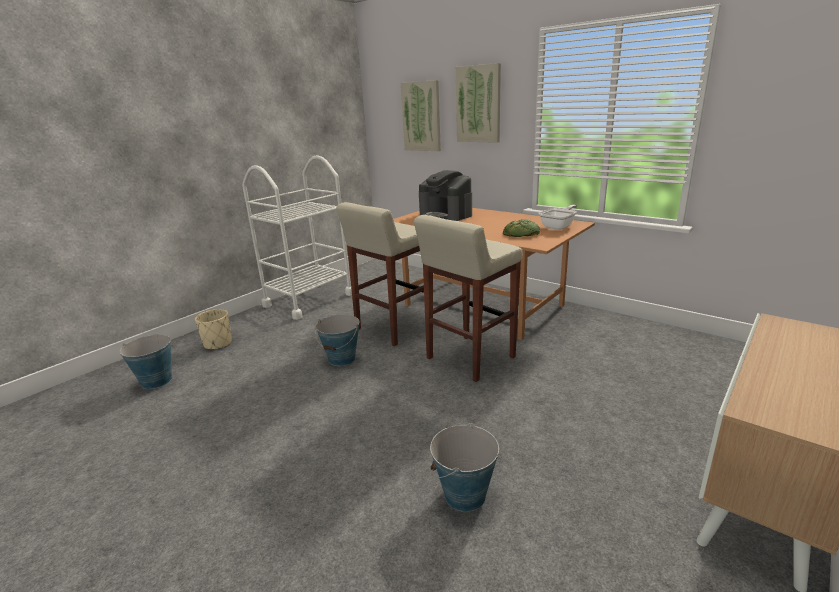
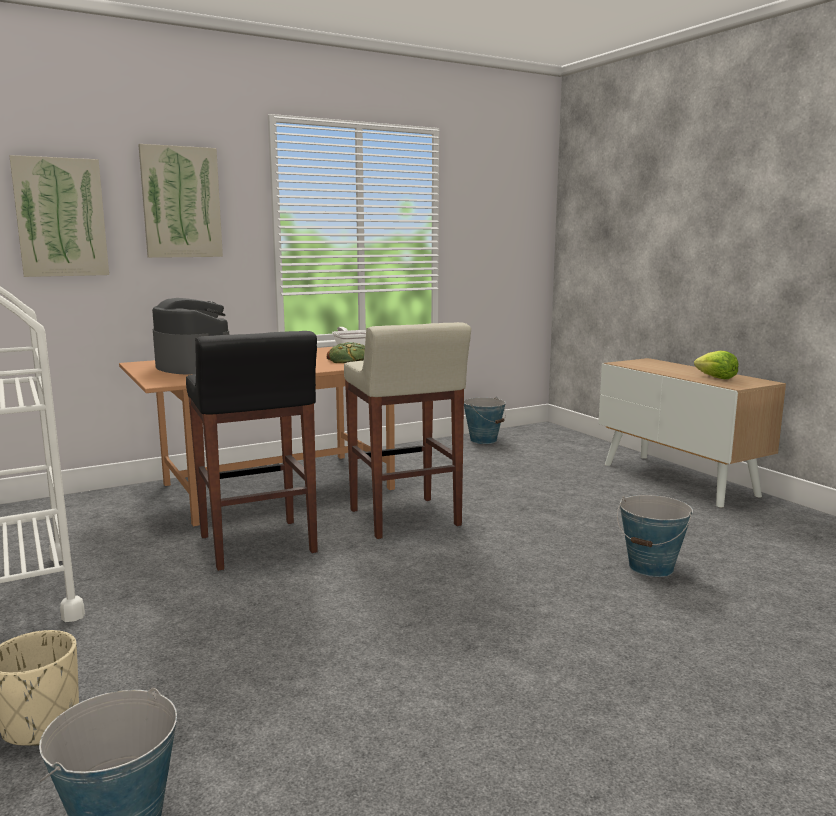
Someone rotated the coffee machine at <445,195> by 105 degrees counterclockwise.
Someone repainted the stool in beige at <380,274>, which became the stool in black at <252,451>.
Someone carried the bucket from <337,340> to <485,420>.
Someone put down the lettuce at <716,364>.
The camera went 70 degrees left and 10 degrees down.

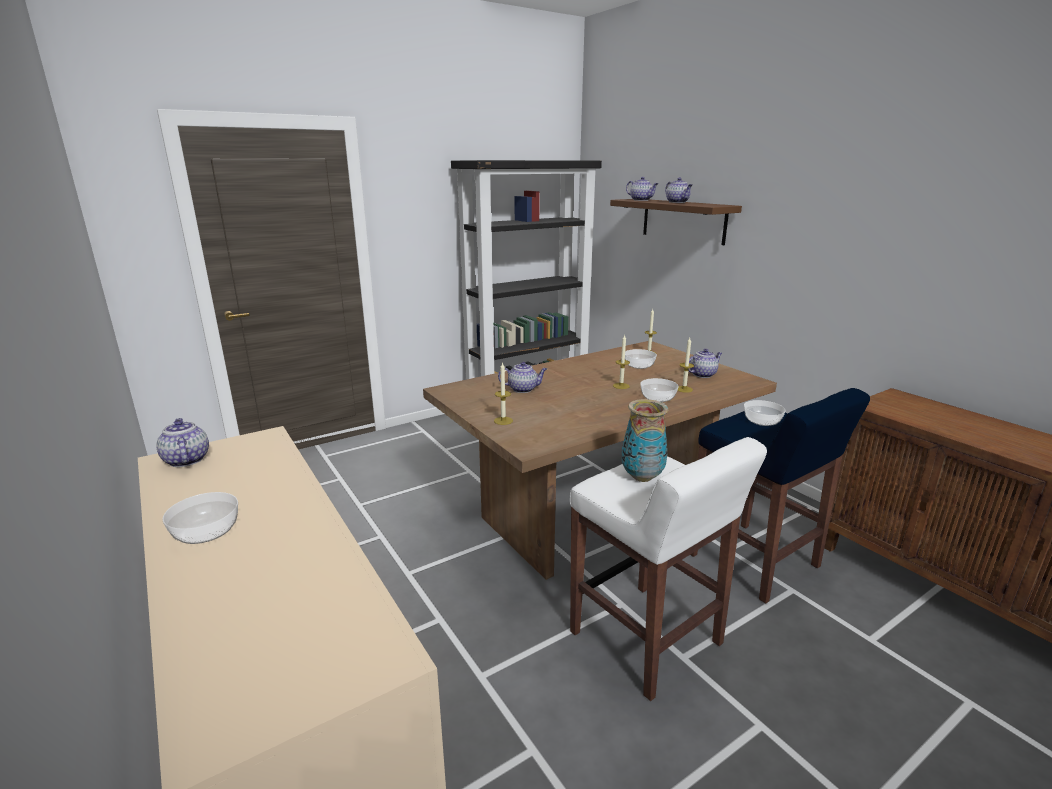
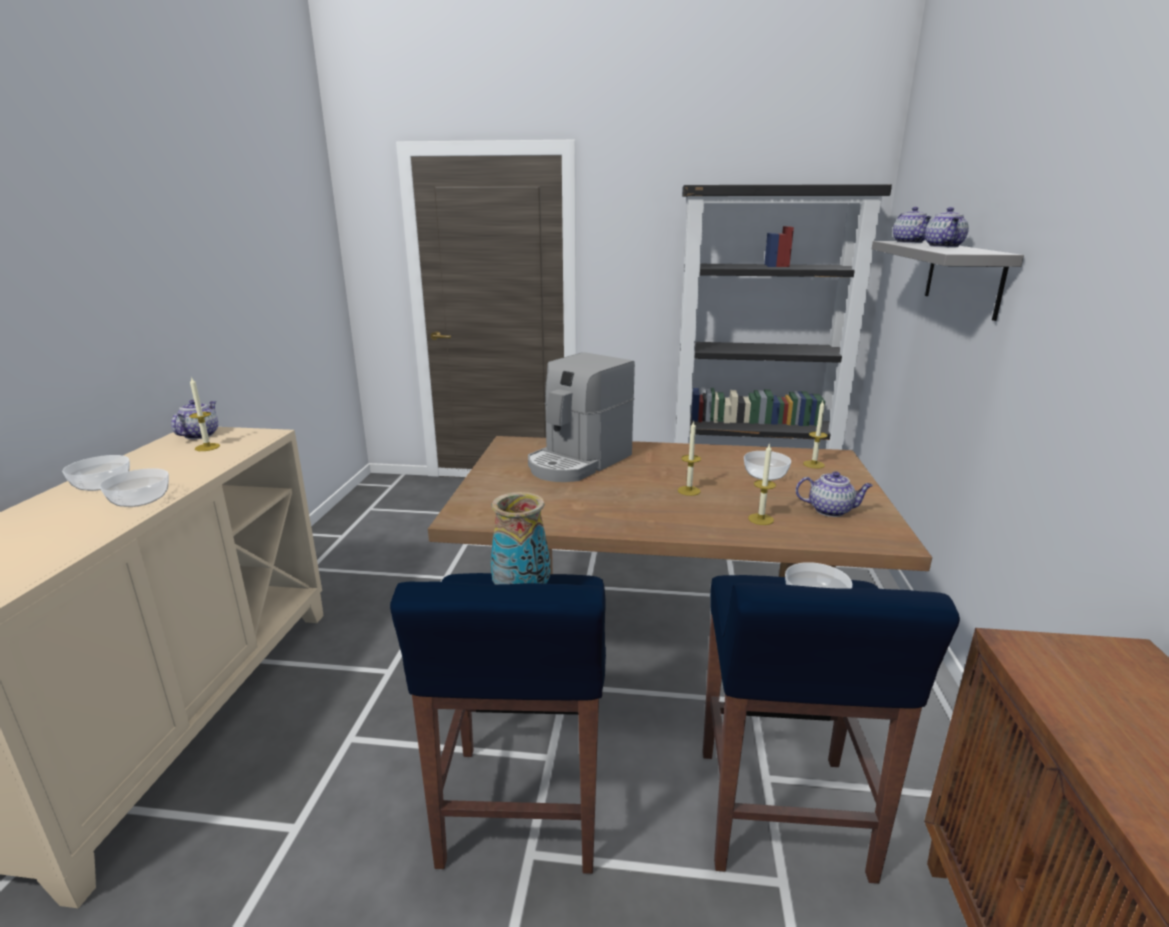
Someone carried the bowl from <659,390> to <134,487>.
Someone carried the candle from <503,393> to <204,414>.
Someone repainted the stool in white at <668,569>, which became the stool in blue at <498,723>.
Someone swapped the teapot at <522,377> for the coffee machine at <581,417>.
Someone repainted the shelf in brown at <676,222>, which became the shelf in grey at <948,281>.
The camera went 40 degrees right and 0 degrees up.

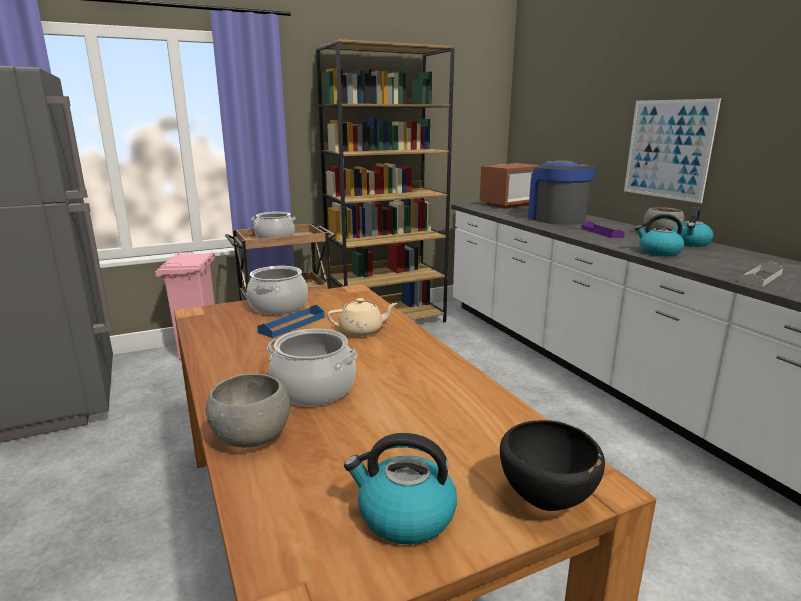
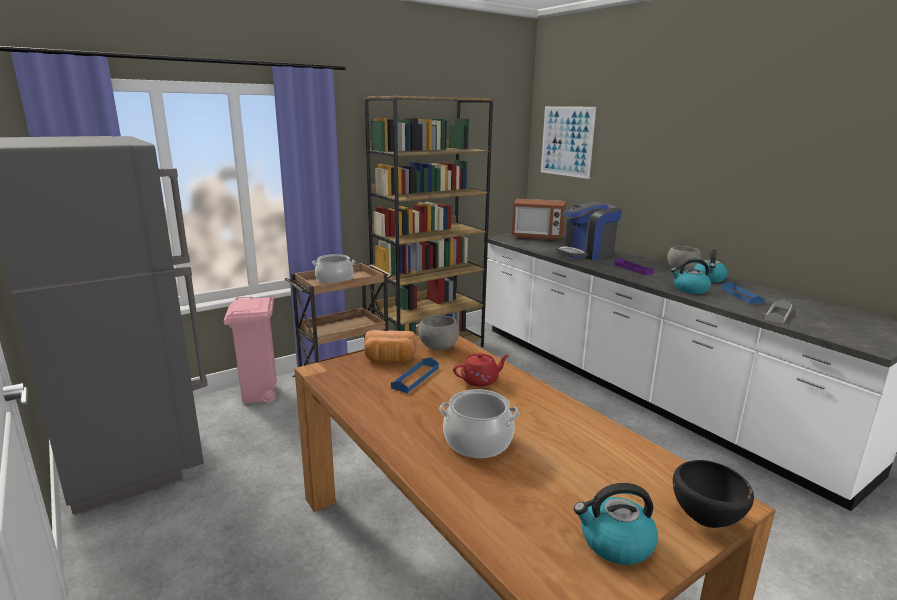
Someone swapped the cooking pot at <277,290> for the bread at <390,346>.
Someone carried the bowl in grey from <248,410> to <438,332>.
Someone repainted the teapot in beige at <362,317>, which became the teapot in red at <481,370>.
Someone rotated the microwave at <510,185> by 60 degrees clockwise.
Someone carried the picture from <672,150> to <568,142>.
Someone rotated the coffee machine at <561,192> by 90 degrees counterclockwise.
Someone put down the tray in blue at <743,292>.
The camera went 10 degrees left and 0 degrees up.

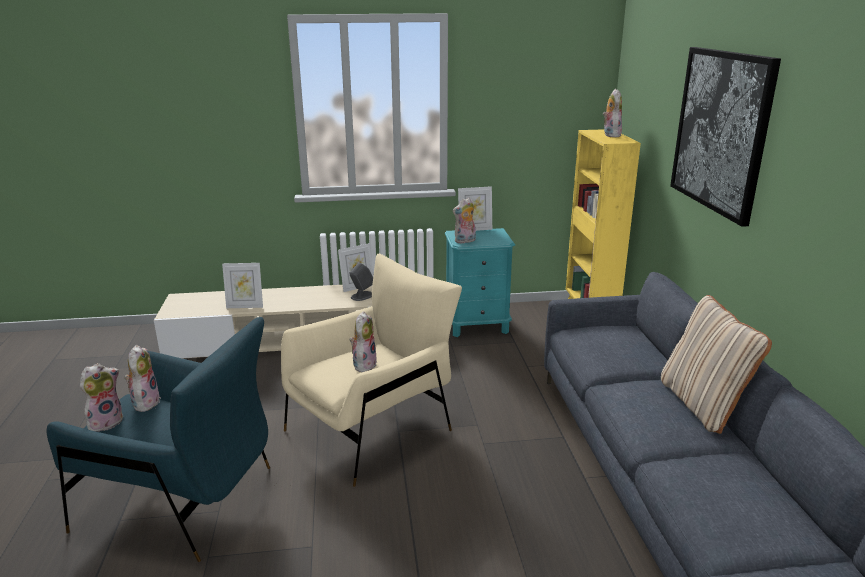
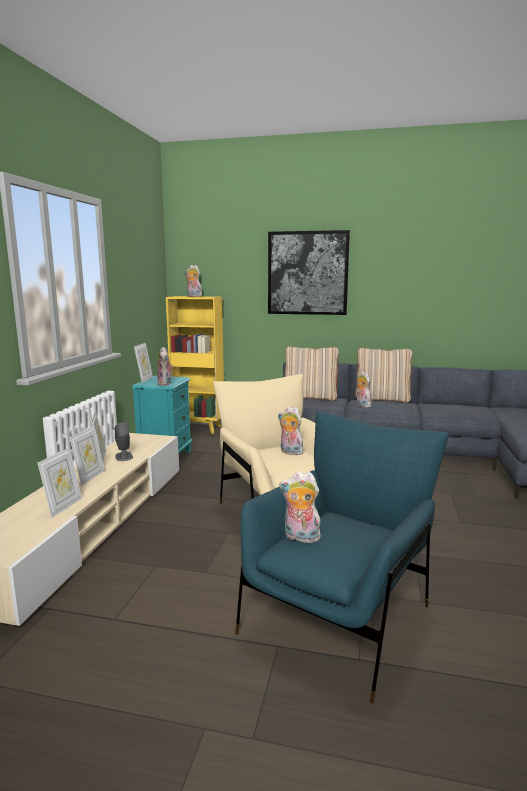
Someone put down the picture frame at <87,456>.
Someone put down the pillow in beige at <312,373>.
Someone carried the plush toy from <101,397> to <364,389>.
The camera went 70 degrees left and 10 degrees down.

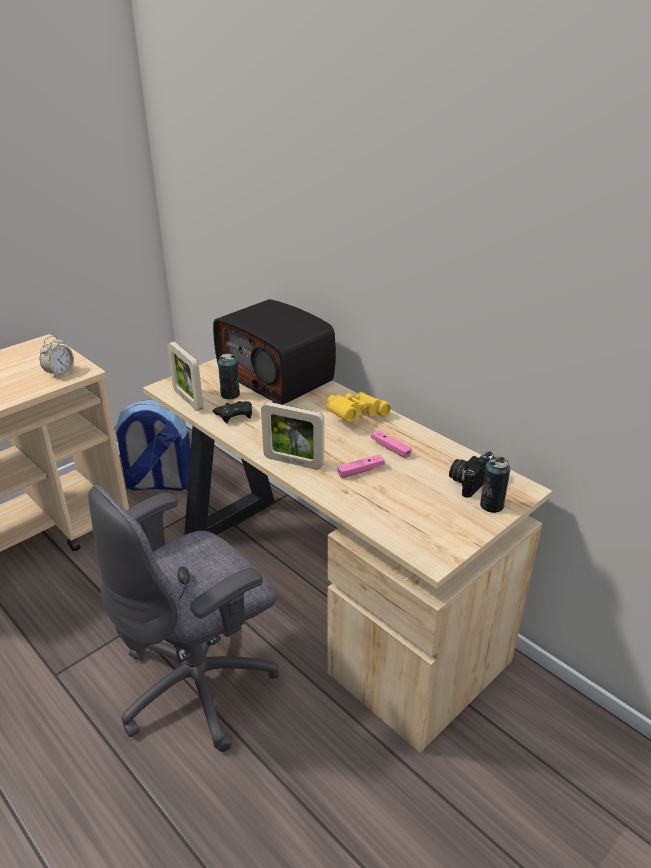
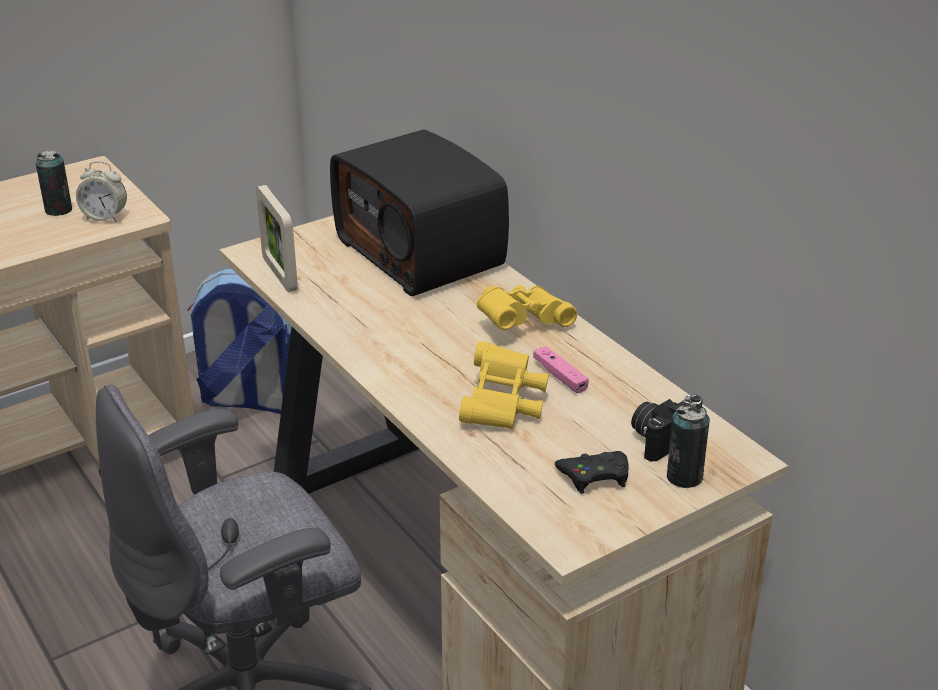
Someone carried the can from <229,376> to <54,183>.
Someone rotated the alarm clock at <57,356> by 60 degrees clockwise.
Someone swapped the game controller in pink at <361,466> for the binoculars in yellow at <504,385>.
Someone carried the game controller in black from <232,412> to <591,472>.
Someone took away the picture frame at <292,436>.
The camera went 10 degrees right and 0 degrees up.

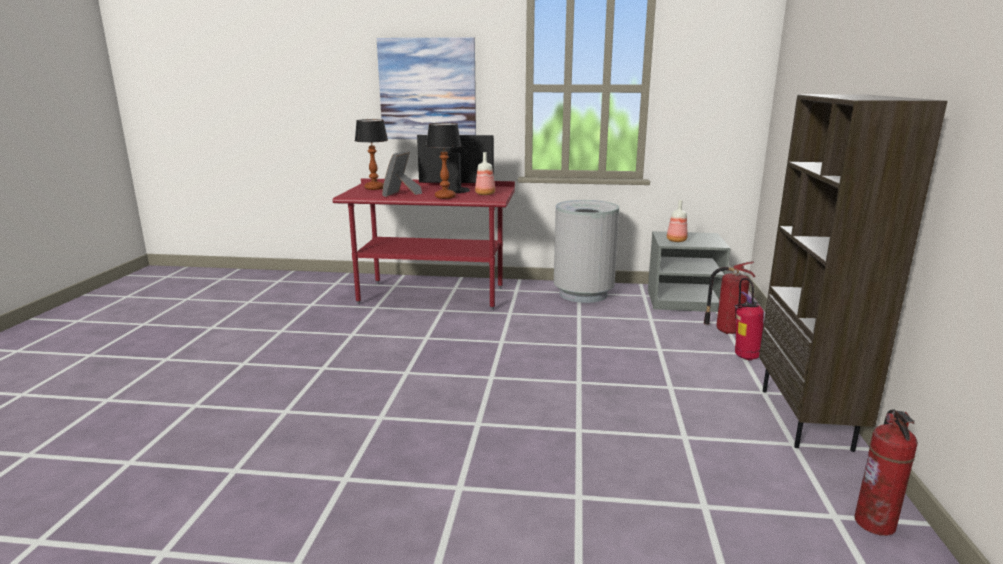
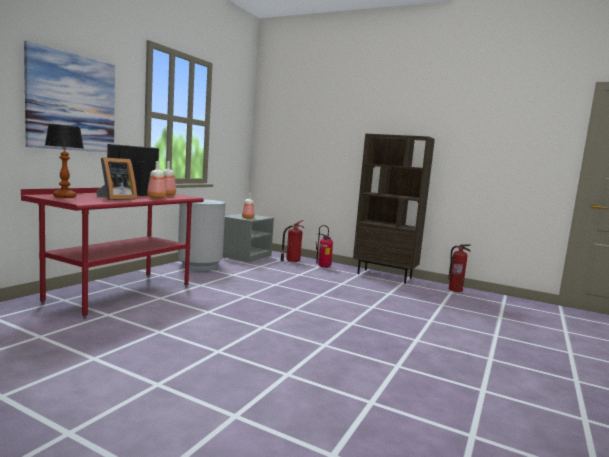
Someone rotated the picture frame at <402,174> by 90 degrees counterclockwise.
Someone swapped the table lamp at <444,161> for the bottle at <156,180>.
The camera went 70 degrees left and 10 degrees down.

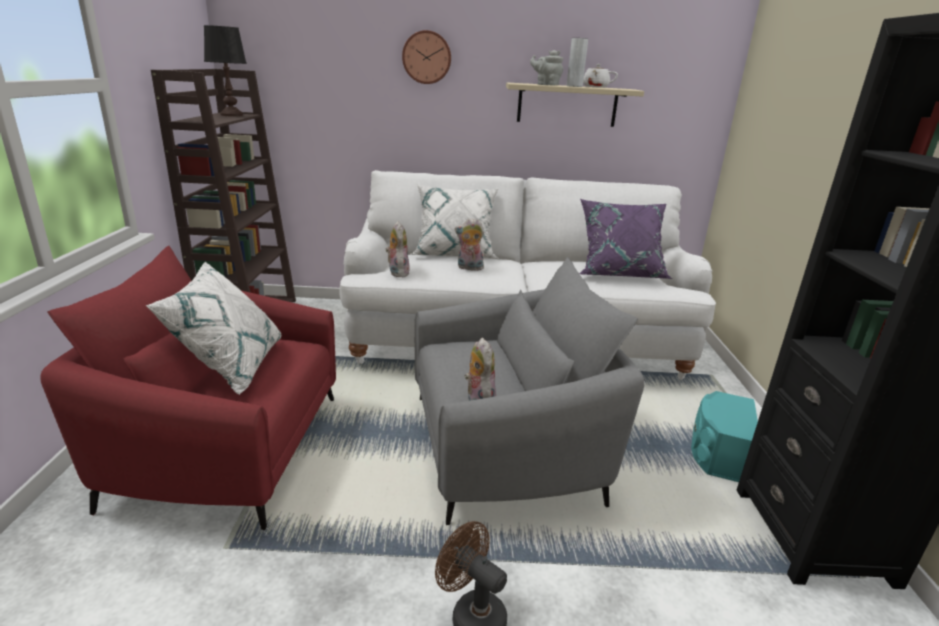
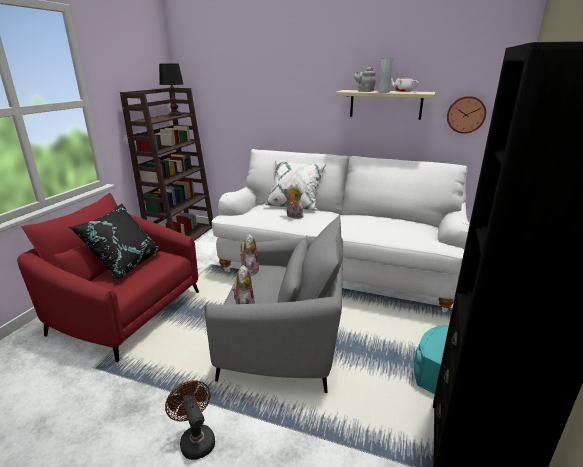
Someone repainted the pillow in white at <214,328>, which became the pillow in black at <115,243>.
Someone carried the plush toy from <398,249> to <249,255>.
Someone carried the wall clock from <426,57> to <466,115>.
Someone took away the pillow in purple at <625,239>.
The camera went 20 degrees right and 0 degrees up.

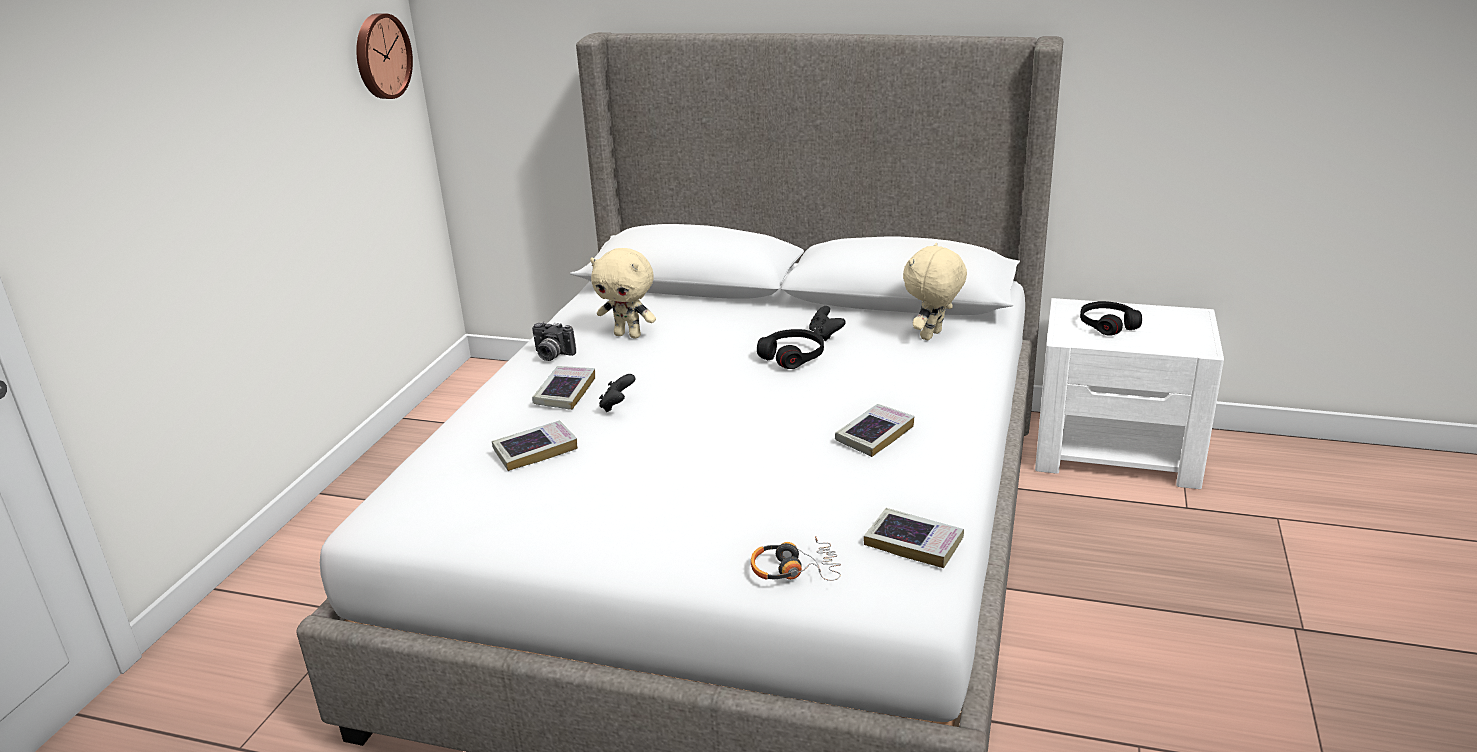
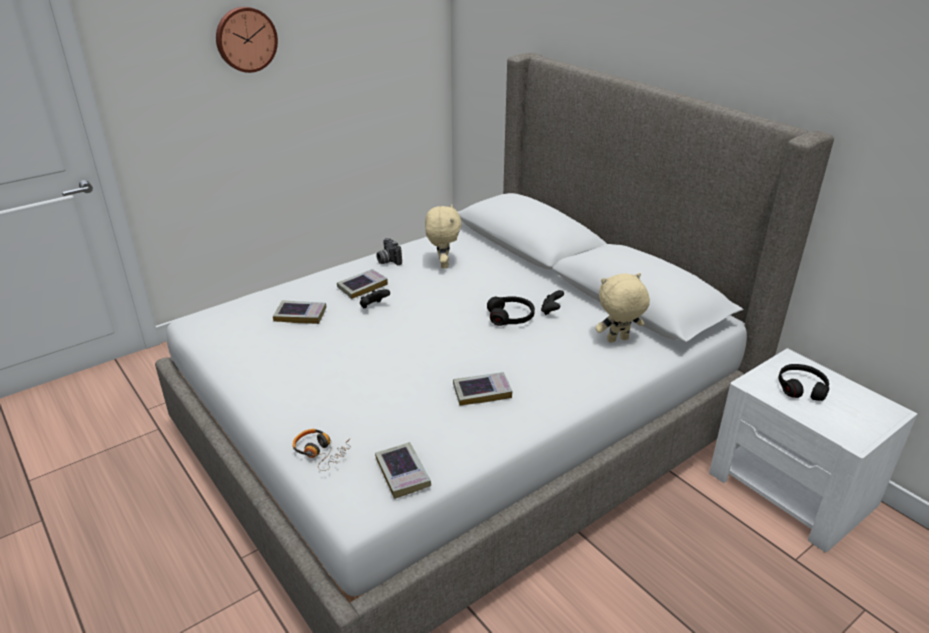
Someone carried the wall clock from <384,56> to <247,40>.
Someone rotated the plush toy in beige at <623,293> by 150 degrees counterclockwise.
The camera went 35 degrees right and 5 degrees up.

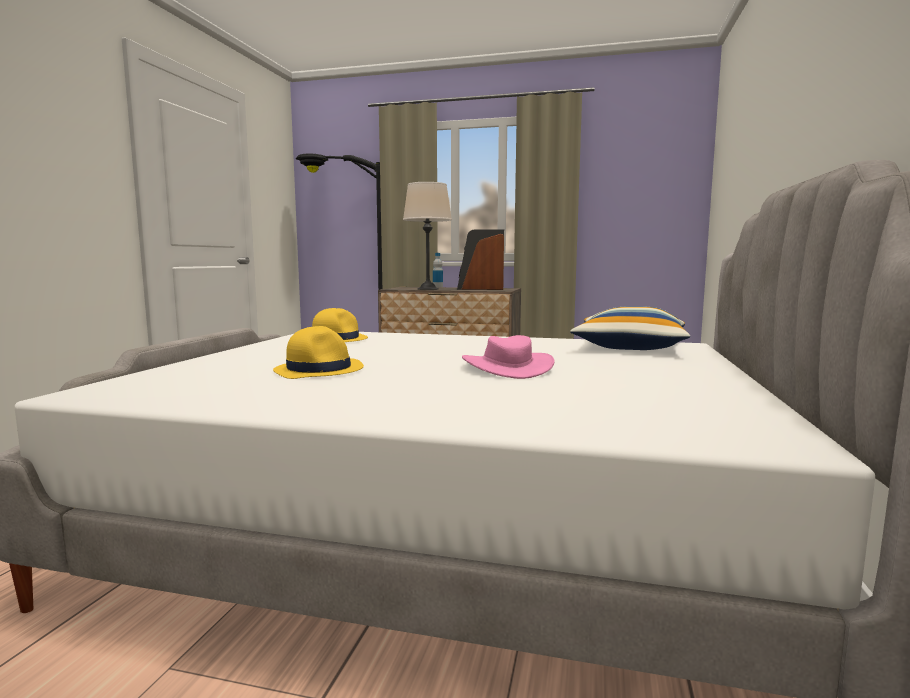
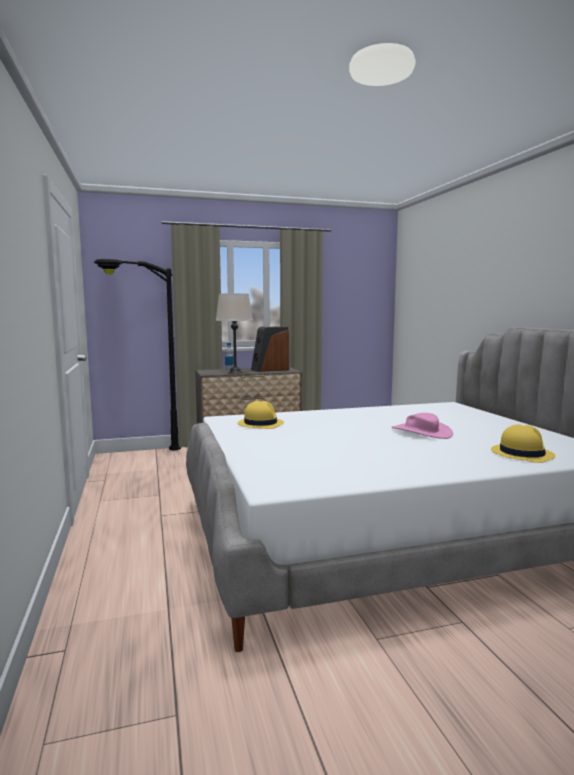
Someone carried the hat in yellow from <318,352> to <523,443>.
Someone took away the pillow at <630,328>.
The camera went 30 degrees left and 0 degrees up.

